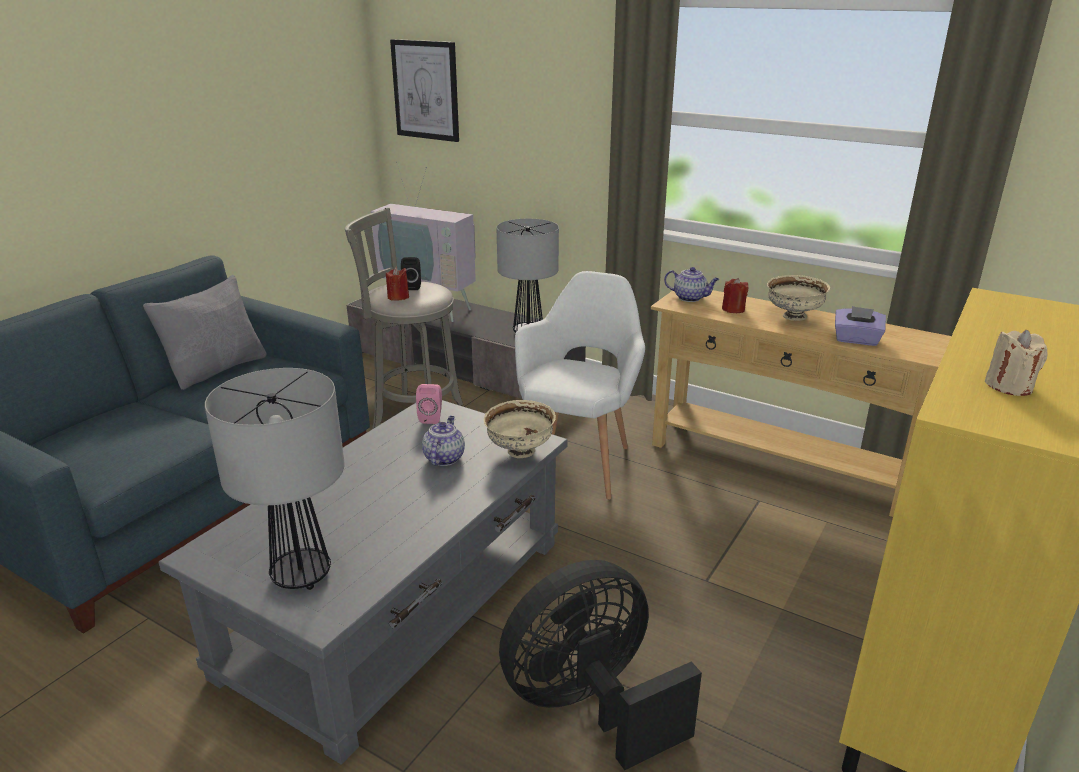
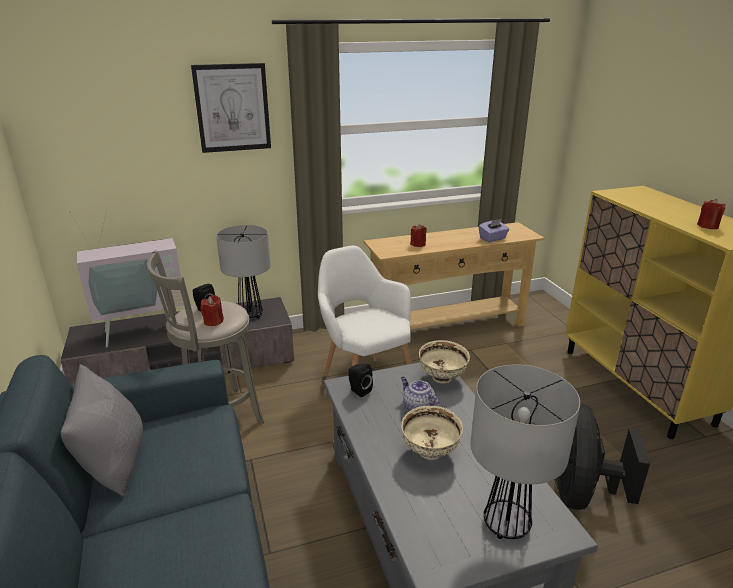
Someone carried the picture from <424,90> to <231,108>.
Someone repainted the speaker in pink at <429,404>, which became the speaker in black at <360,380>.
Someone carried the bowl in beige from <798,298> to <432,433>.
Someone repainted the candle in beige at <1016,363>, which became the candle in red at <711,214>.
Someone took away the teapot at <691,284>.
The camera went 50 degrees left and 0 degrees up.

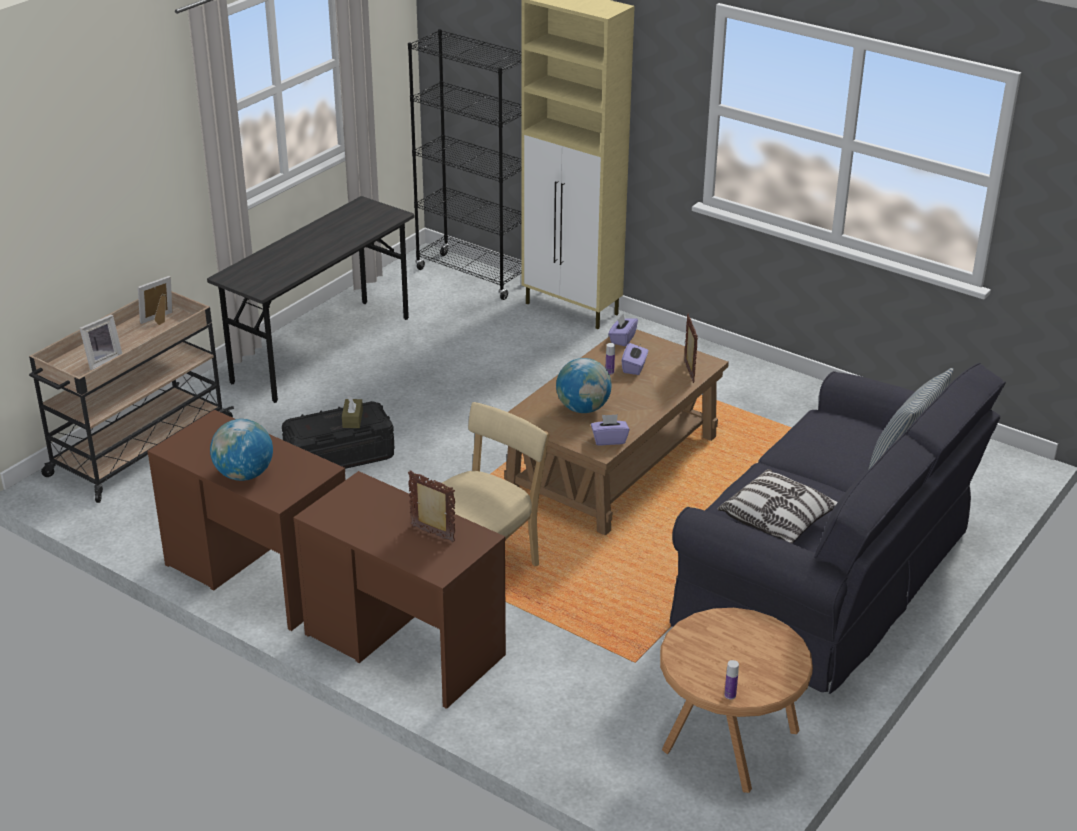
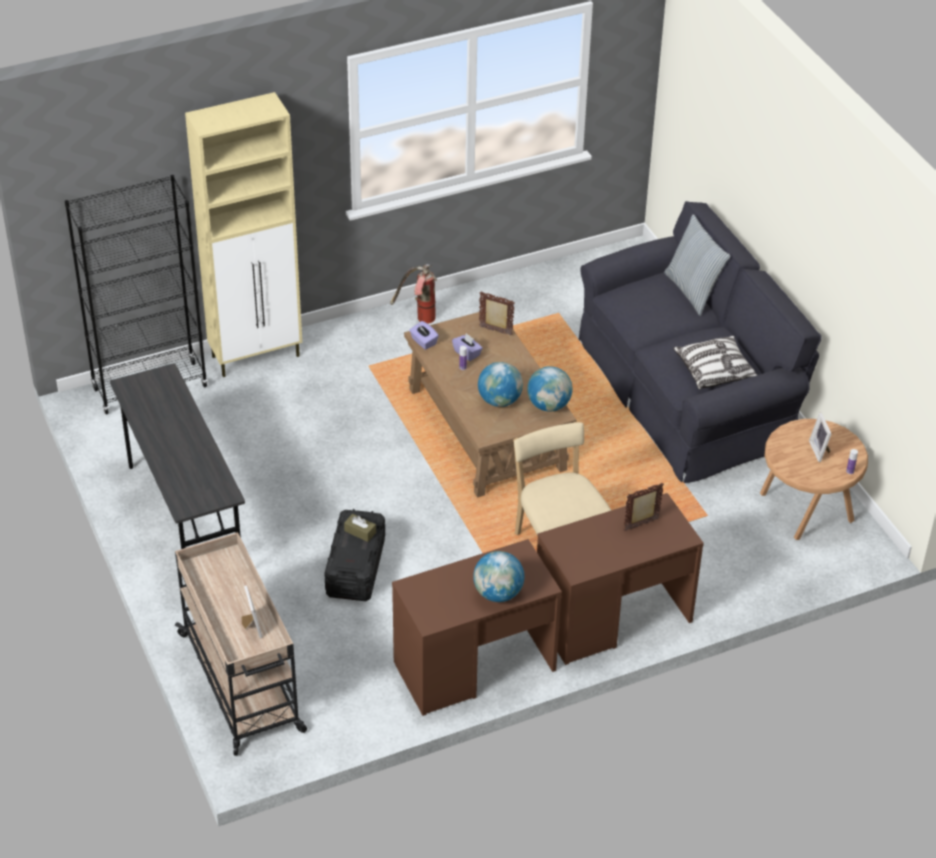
Someone put down the fire extinguisher at <413,294>.
Someone swapped the tissue box in purple at <610,429> for the globe at <549,389>.
Someone carried the picture frame from <155,300> to <820,437>.
The camera went 60 degrees left and 10 degrees up.

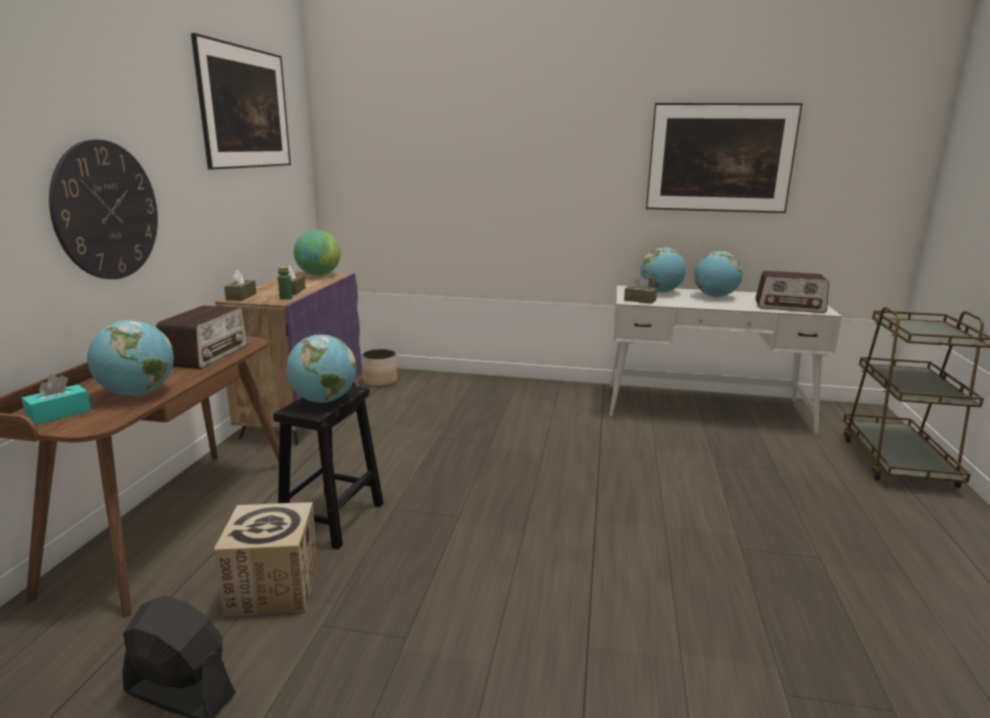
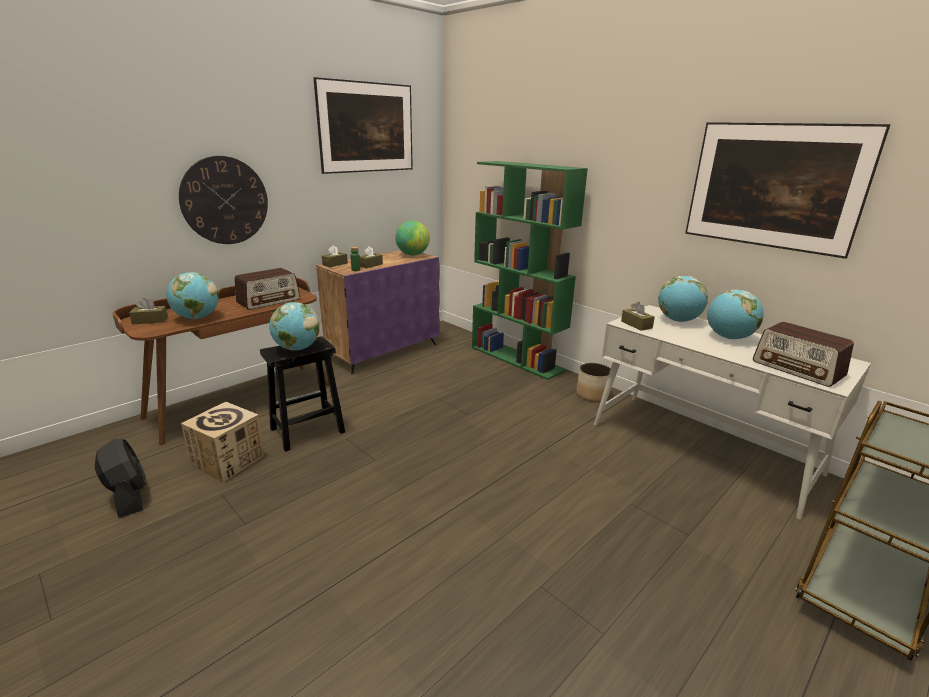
Someone repainted the tissue box in turquoise at <56,399>, which became the tissue box in brown at <148,311>.
Someone put down the bookcase in green at <530,270>.
Someone carried the planter from <379,368> to <593,382>.
The camera went 35 degrees right and 5 degrees up.

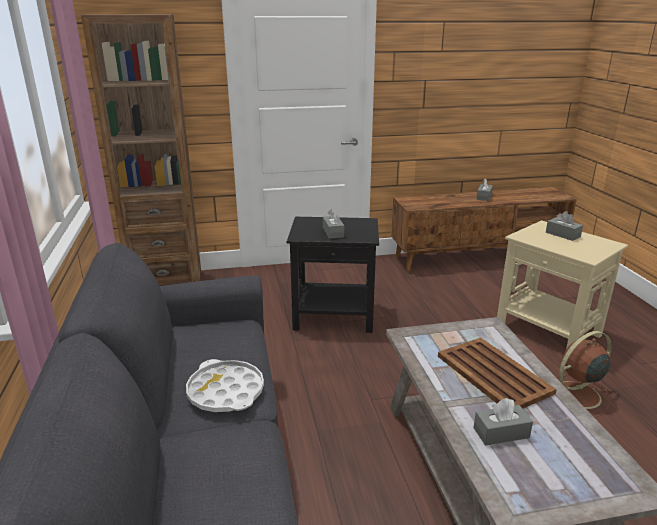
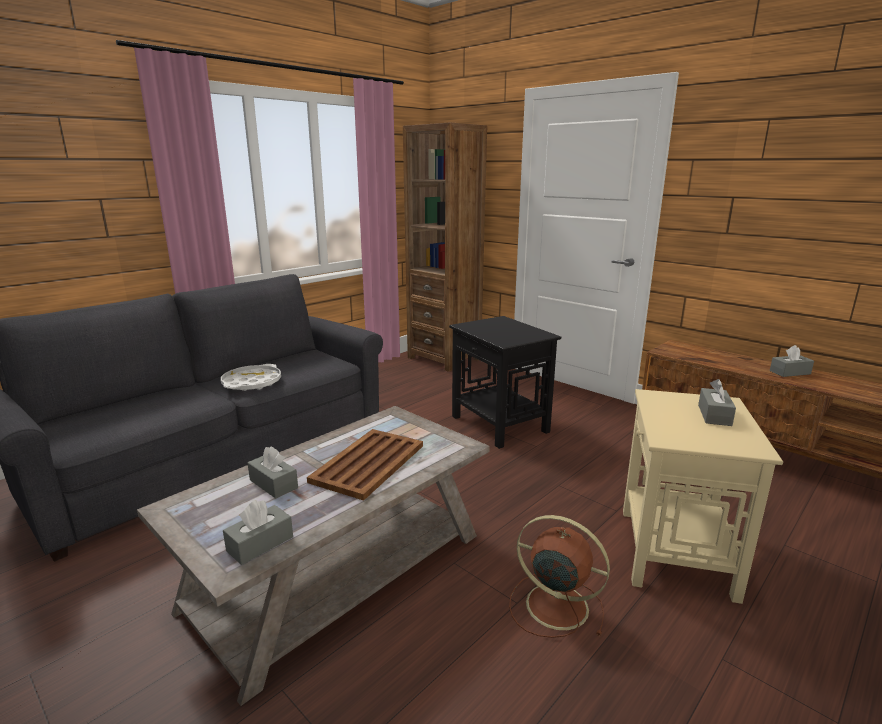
Someone carried the tissue box in grey from <333,224> to <258,532>.
The camera went 55 degrees right and 5 degrees down.

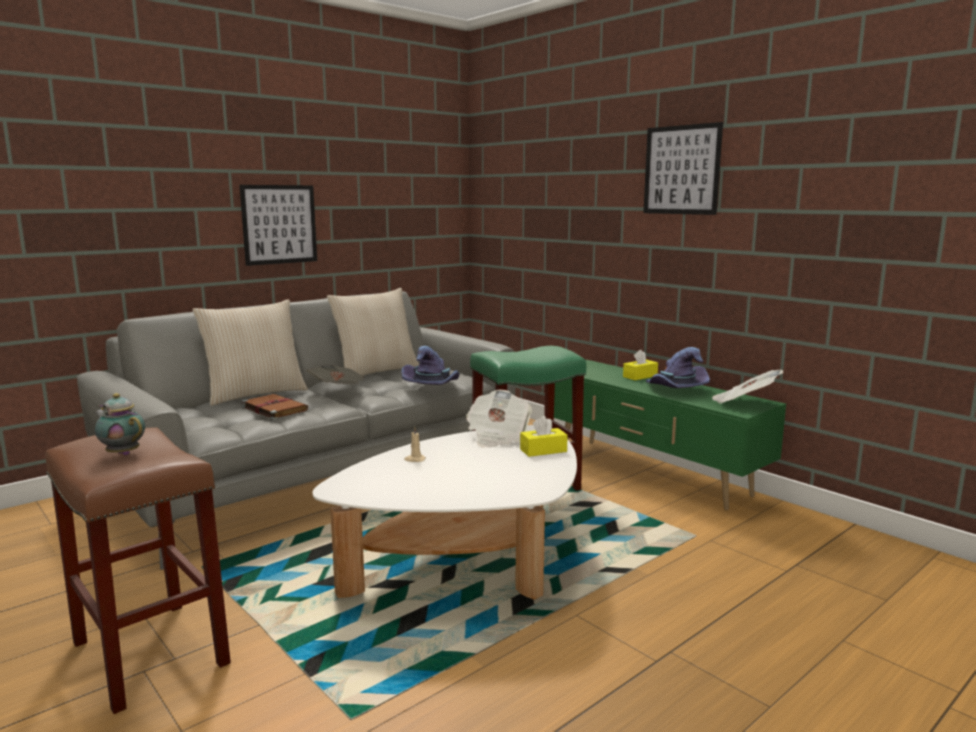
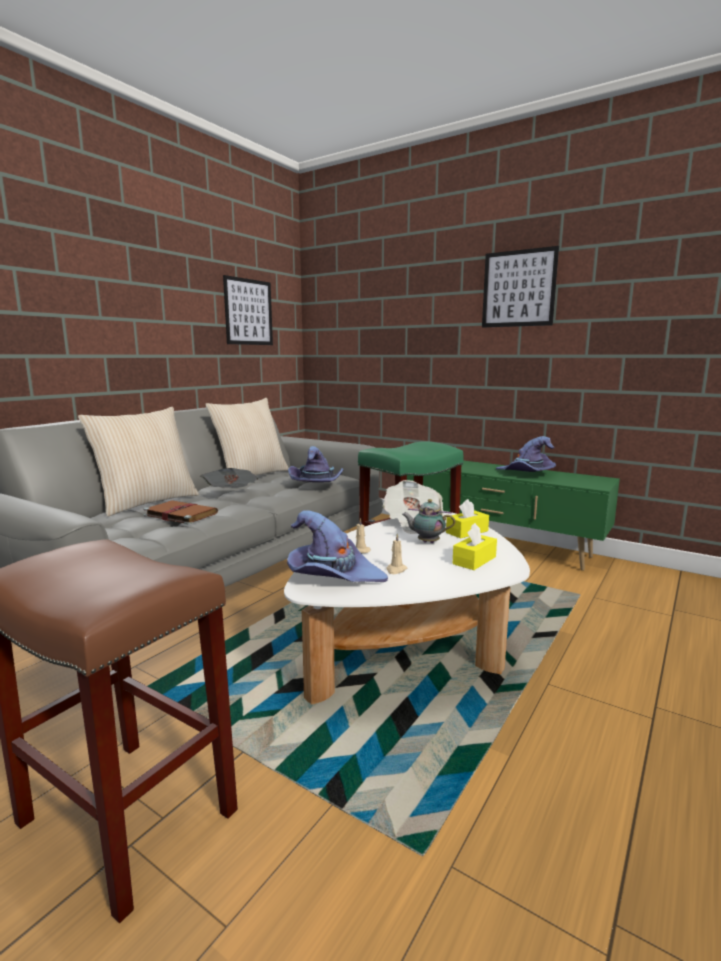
Someone carried the picture from <278,225> to <248,310>.
Someone put down the hat in purple at <337,546>.
Someone put down the candle in beige at <396,553>.
Someone carried the teapot from <120,424> to <428,521>.
Someone carried the tissue box in yellow from <640,364> to <475,546>.
Someone took away the newspaper at <747,387>.
The camera went 15 degrees left and 0 degrees up.

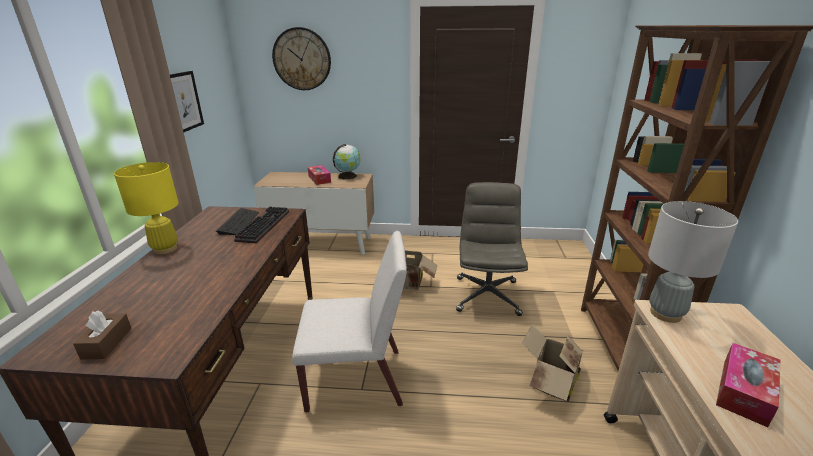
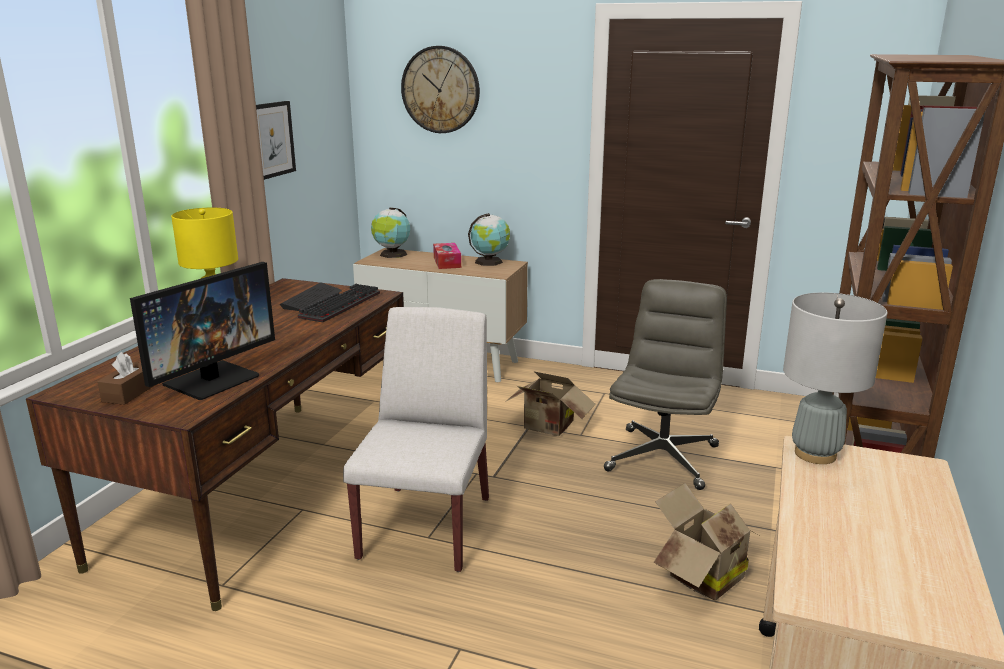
Someone put down the monitor at <202,331>.
Someone rotated the chair in white at <349,321> by 90 degrees counterclockwise.
Someone put down the globe at <390,233>.
Someone took away the tissue box at <748,385>.
The camera went 15 degrees right and 5 degrees down.

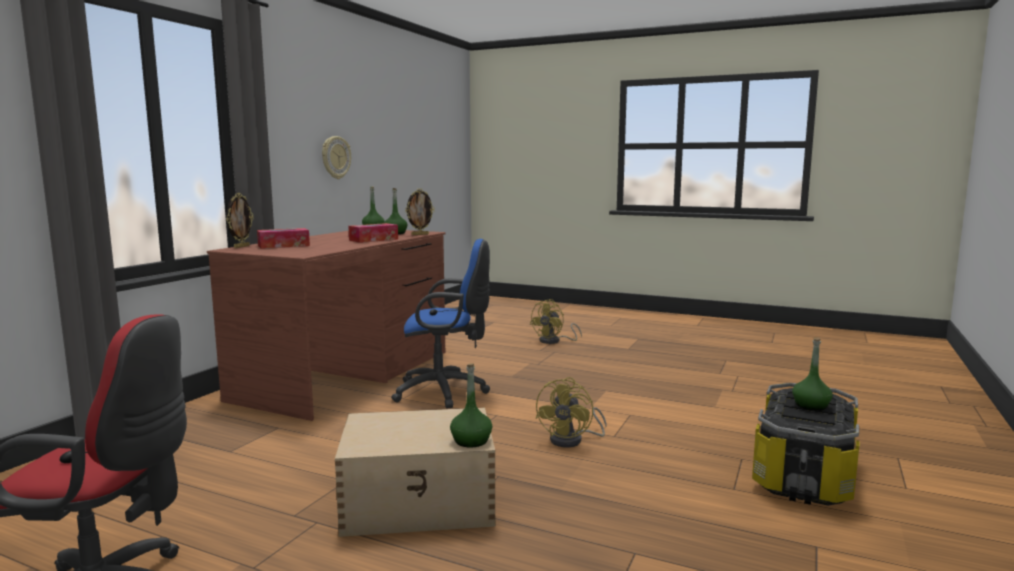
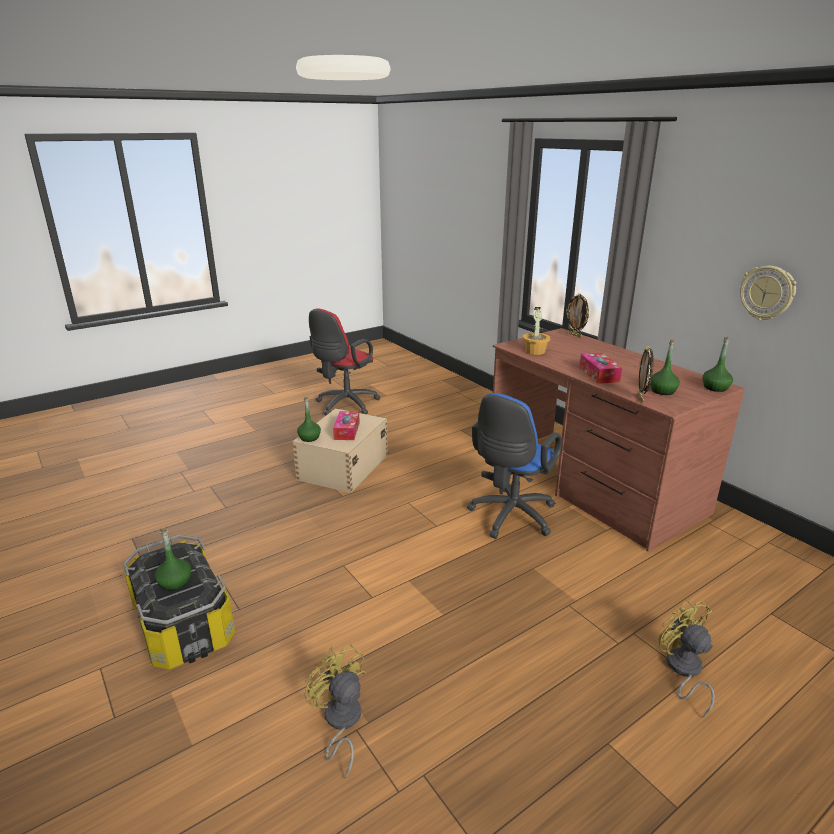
Someone carried the fan in yellow from <571,412> to <335,711>.
Someone carried the tissue box from <283,238> to <346,425>.
Someone put down the potted plant at <536,331>.
The camera went 120 degrees right and 15 degrees up.

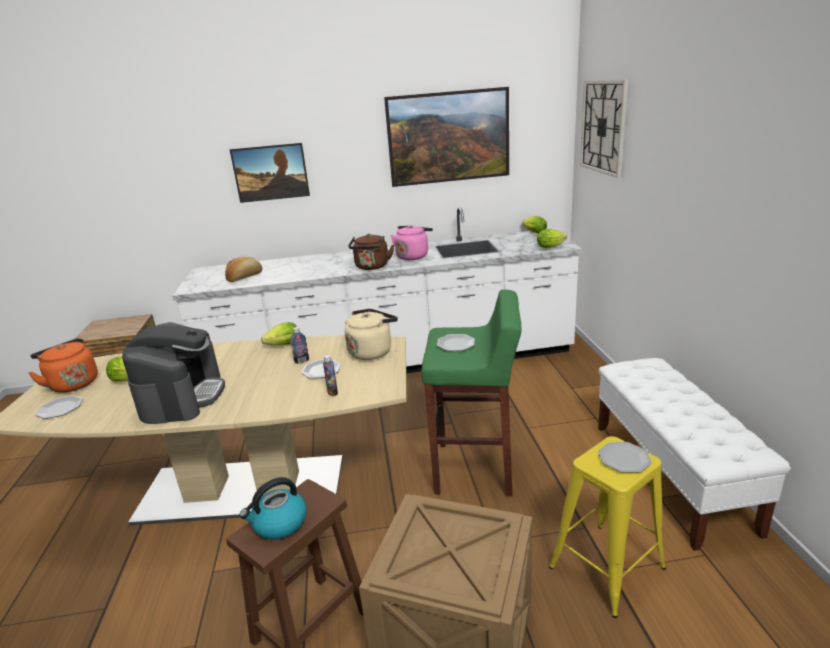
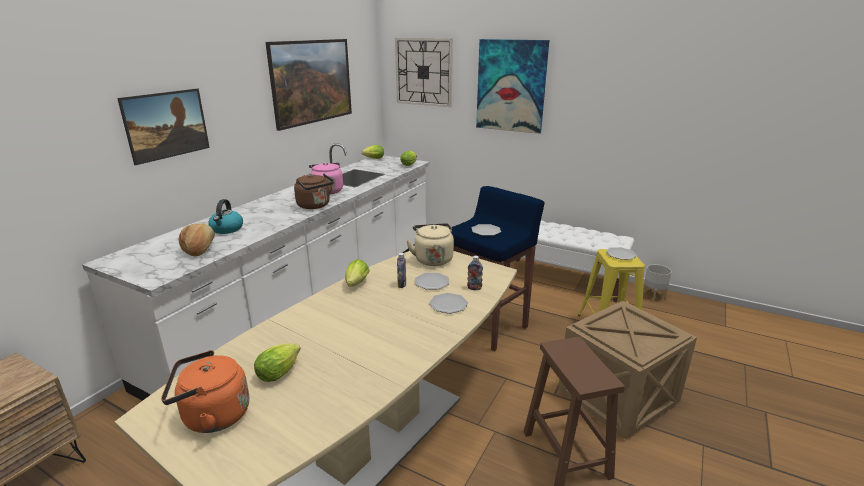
Someone carried the kettle from <273,508> to <225,216>.
Someone carried the plate from <59,407> to <448,303>.
Someone repainted the stool in green at <471,392>, which became the stool in blue at <497,268>.
Someone put up the picture at <512,86>.
Someone put down the planter in grey at <657,283>.
Someone took away the coffee machine at <173,373>.
The camera went 55 degrees left and 0 degrees up.

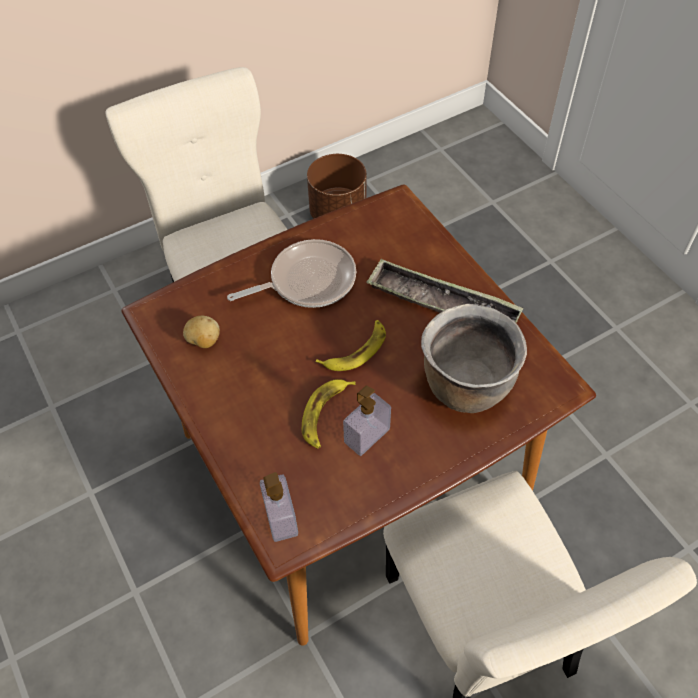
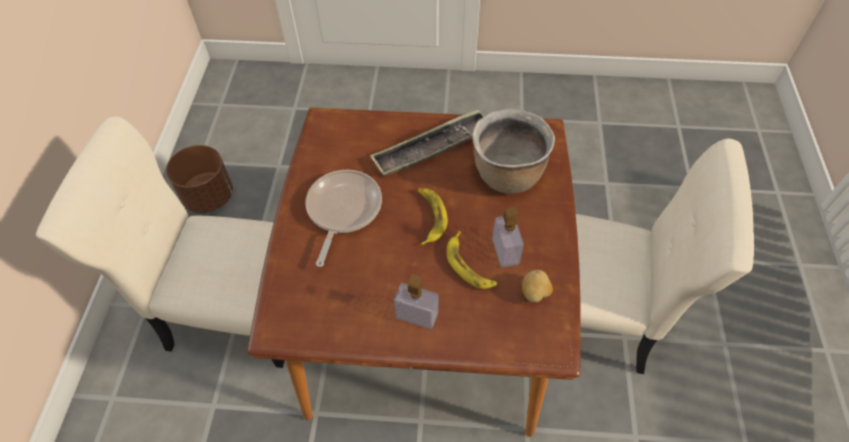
Someone carried the soap dispenser from <279,507> to <416,301>.
Someone carried the potato from <201,332> to <537,286>.
The camera went 55 degrees left and 0 degrees up.

